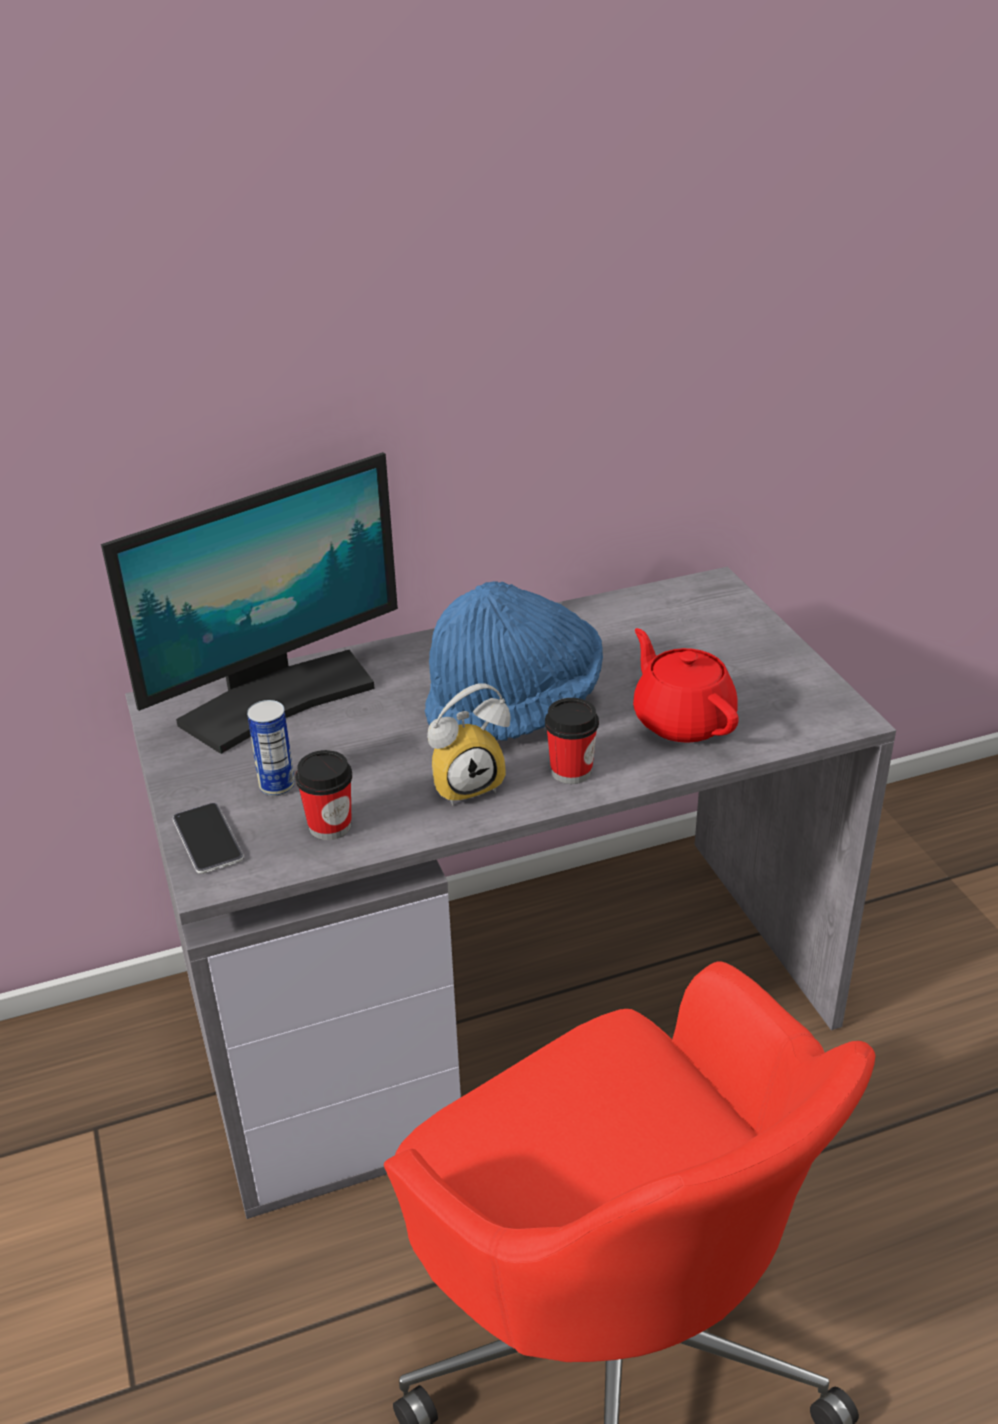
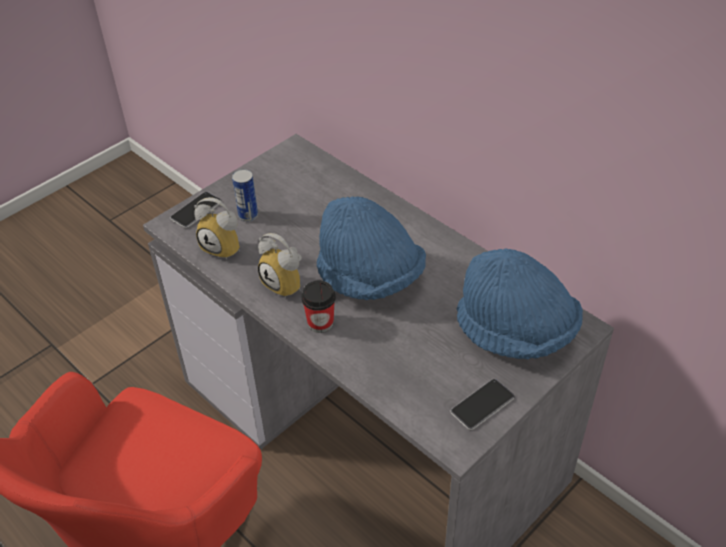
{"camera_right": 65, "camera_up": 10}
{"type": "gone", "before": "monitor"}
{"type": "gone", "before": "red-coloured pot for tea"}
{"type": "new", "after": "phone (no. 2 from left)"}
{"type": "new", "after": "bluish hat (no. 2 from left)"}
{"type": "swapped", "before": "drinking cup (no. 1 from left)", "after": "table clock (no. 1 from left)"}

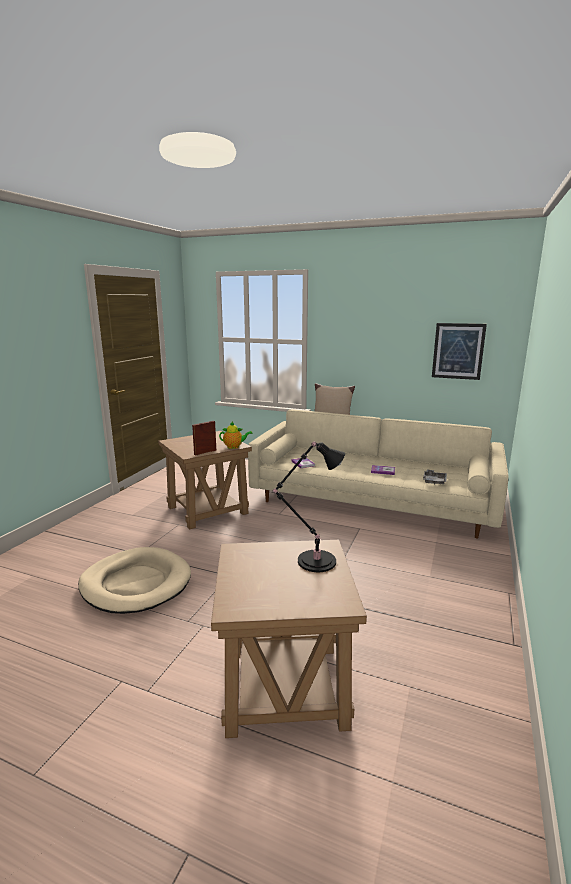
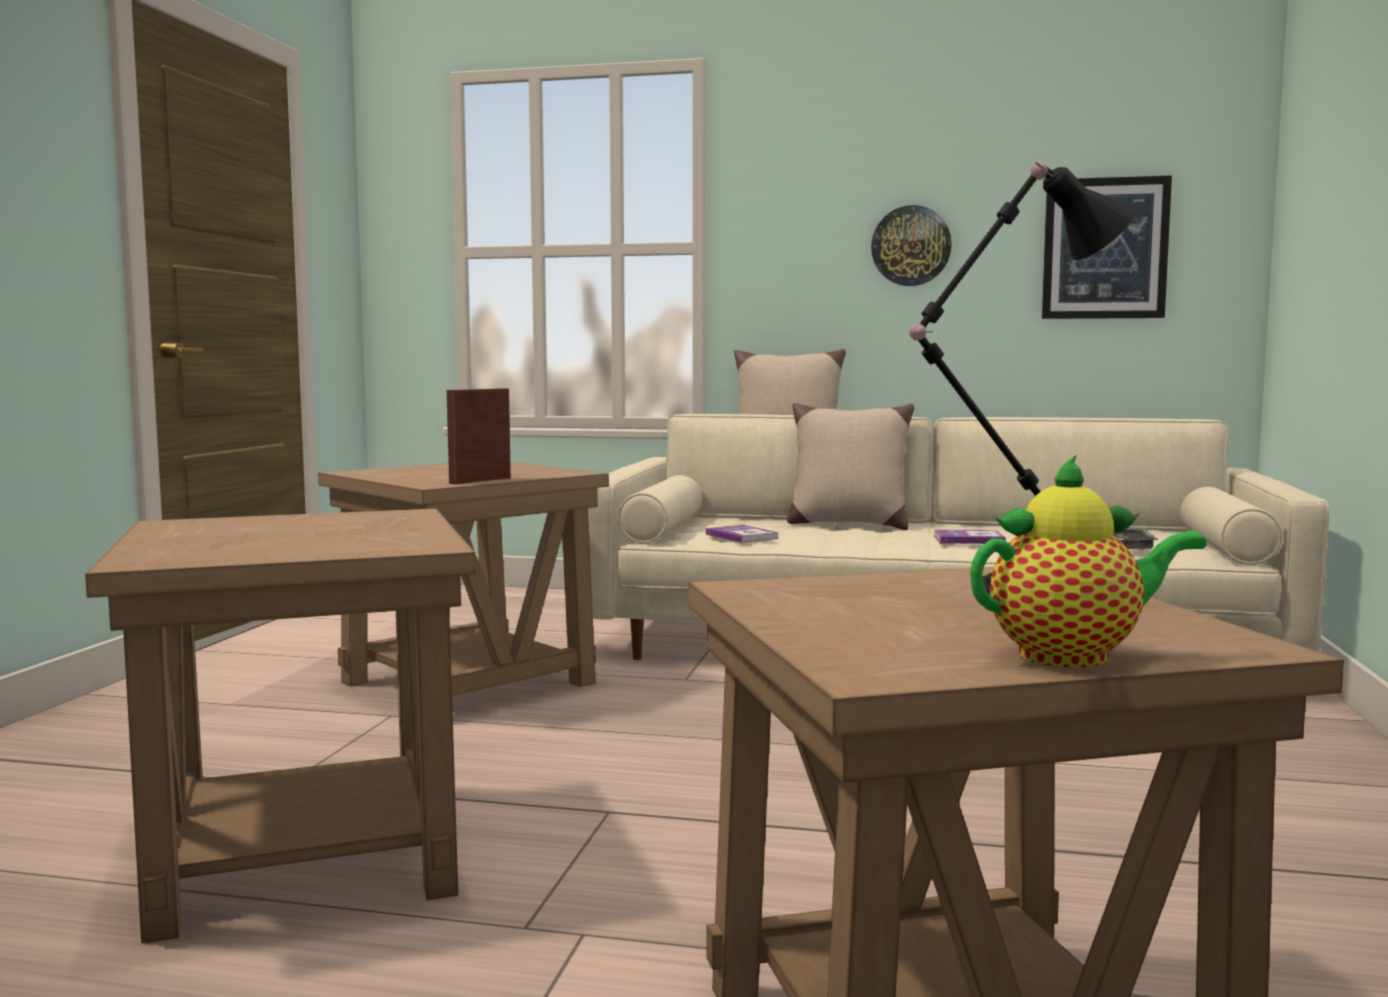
{"camera_right": -10, "camera_up": -10}
{"type": "new", "after": "beige-coloured cushion (no. 2 from left)"}
{"type": "new", "after": "clock on the wall"}
{"type": "shifted", "before": "pot for tea"}
{"type": "swapped", "before": "beige-coloured pet bed", "after": "brownish side table (no. 1 from left)"}

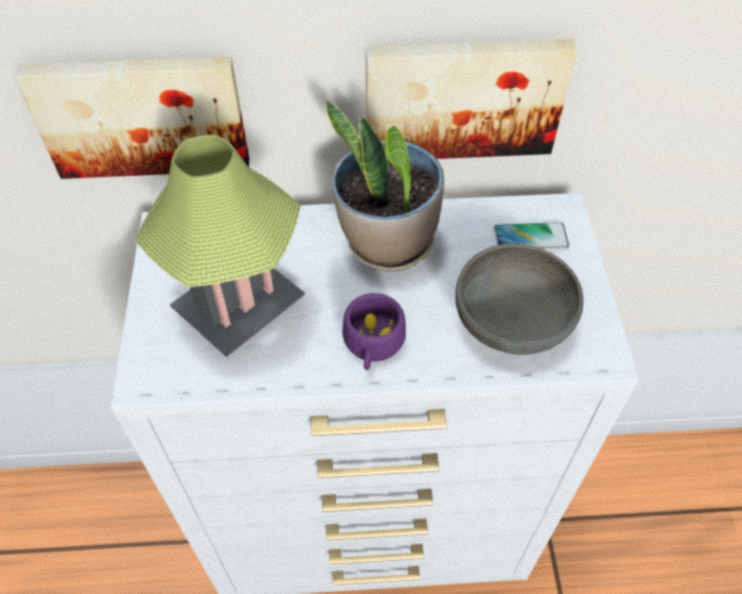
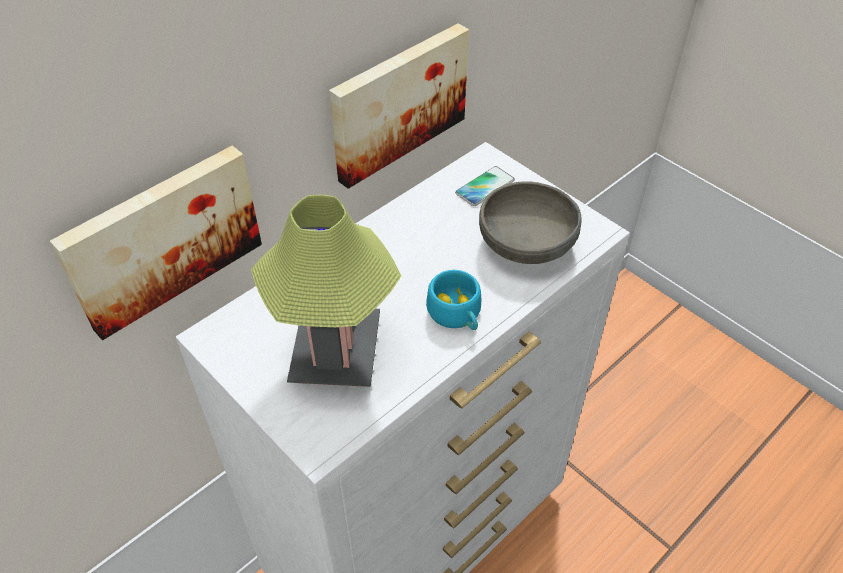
{"camera_right": -40, "camera_up": -5}
{"type": "gone", "before": "plant in a pot"}
{"type": "repainted", "before": "purplish drinking cup", "after": "turquoise drinking cup"}

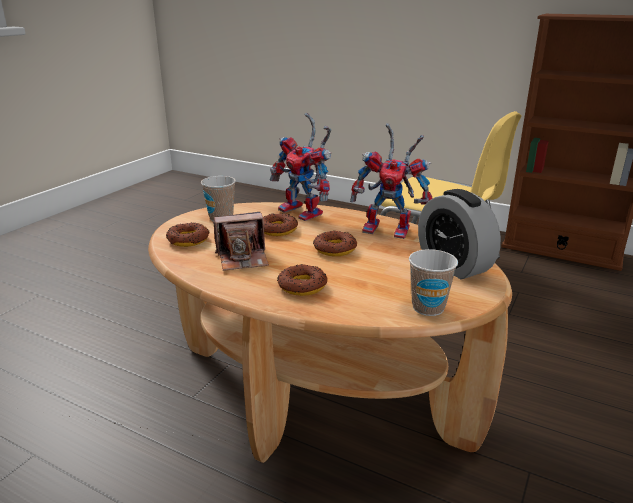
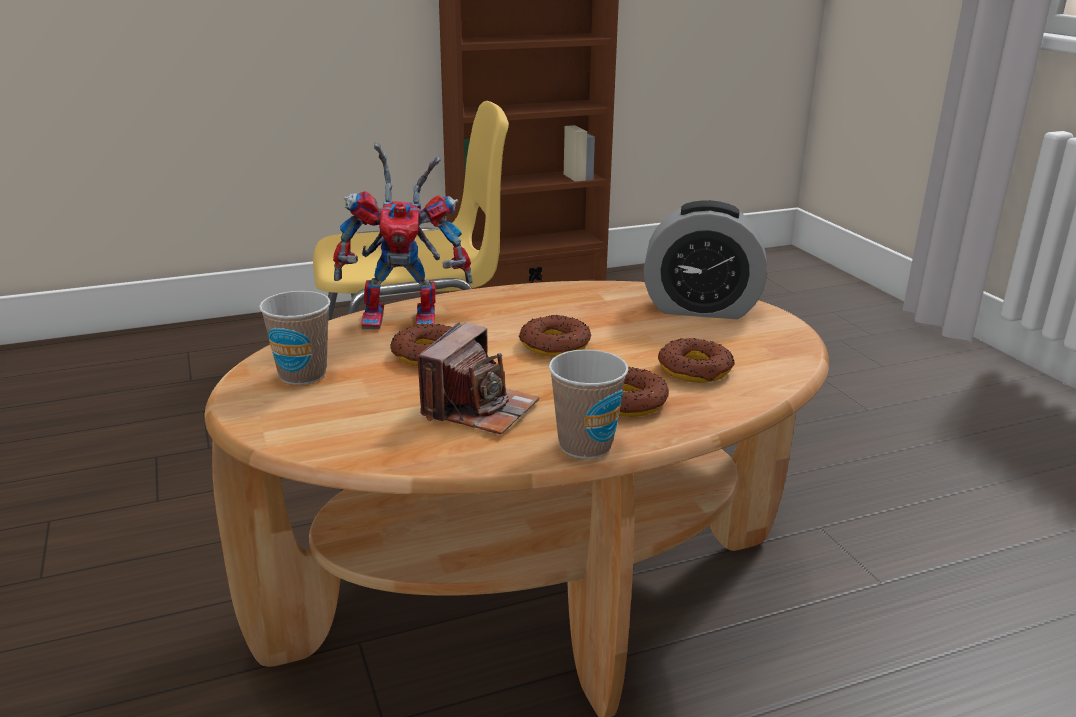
{"camera_right": -50, "camera_up": 0}
{"type": "gone", "before": "toy robot (no. 2 from left)"}
{"type": "shifted", "before": "doughnut (no. 1 from left in the first image)", "after": "doughnut (no. 4 from left)"}
{"type": "shifted", "before": "drinking cup (no. 2 from left)"}

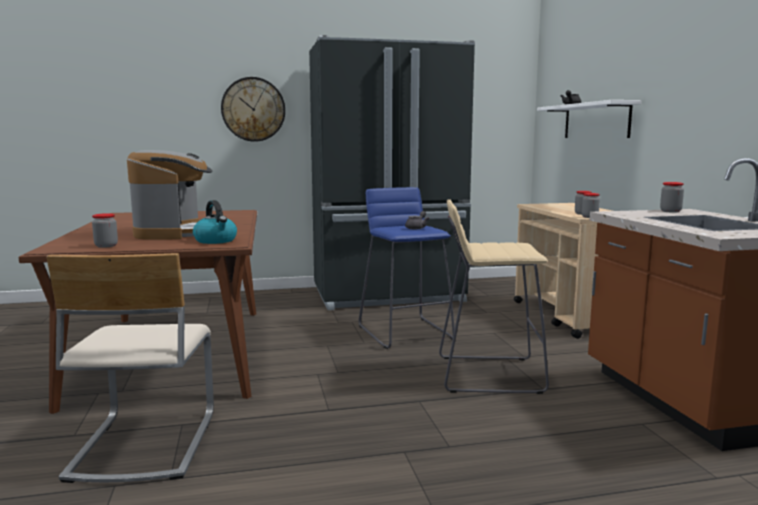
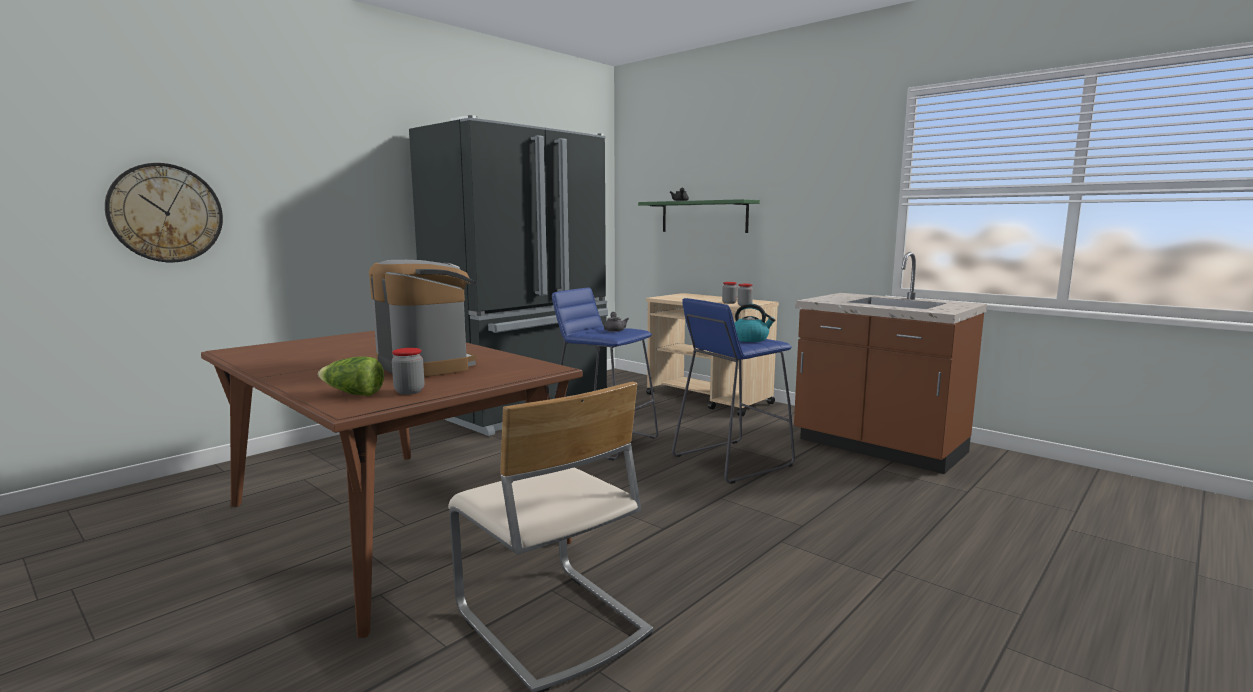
{"camera_right": -35, "camera_up": 0}
{"type": "gone", "before": "storage jar (no. 4 from left)"}
{"type": "new", "after": "lettuce"}
{"type": "shifted", "before": "kettle"}
{"type": "shifted", "before": "clock on the wall"}
{"type": "repainted", "before": "beige-coloured stool", "after": "bluish stool (no. 2 from left)"}
{"type": "repainted", "before": "white-coloured bracket shelf", "after": "greenish bracket shelf"}

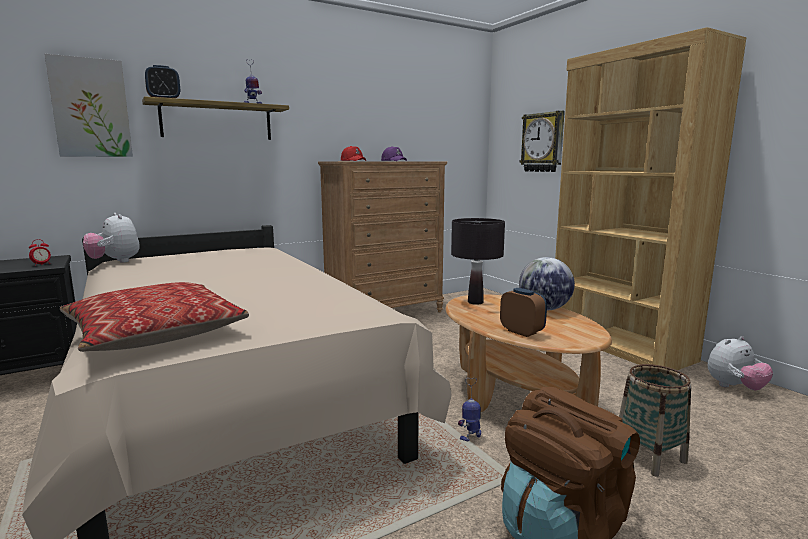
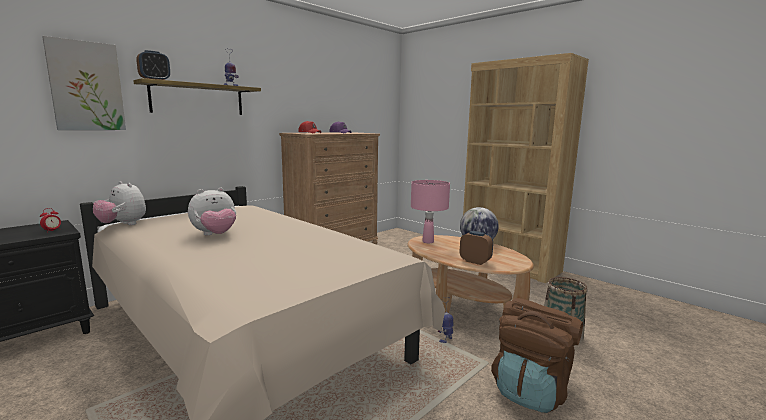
{"camera_right": -15, "camera_up": 0}
{"type": "gone", "before": "cushion"}
{"type": "gone", "before": "clock on the wall"}
{"type": "shifted", "before": "plush toy (no. 2 from left)"}
{"type": "repainted", "before": "blackish table lamp", "after": "pinkish table lamp"}

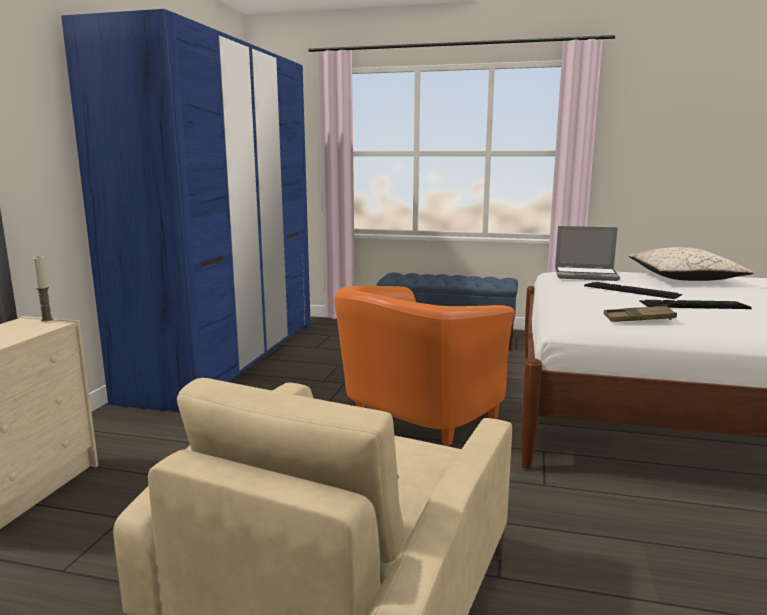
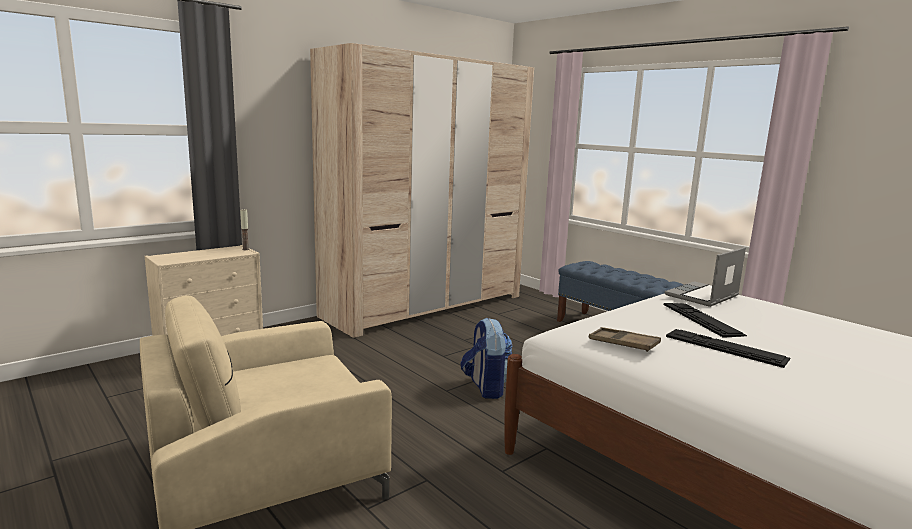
{"camera_right": 35, "camera_up": 0}
{"type": "gone", "before": "beige-coloured cushion"}
{"type": "swapped", "before": "orange easy chair", "after": "backpack"}
{"type": "repainted", "before": "bluish armoire", "after": "beige-coloured armoire"}
{"type": "rotated", "before": "laptop", "turn": 90}

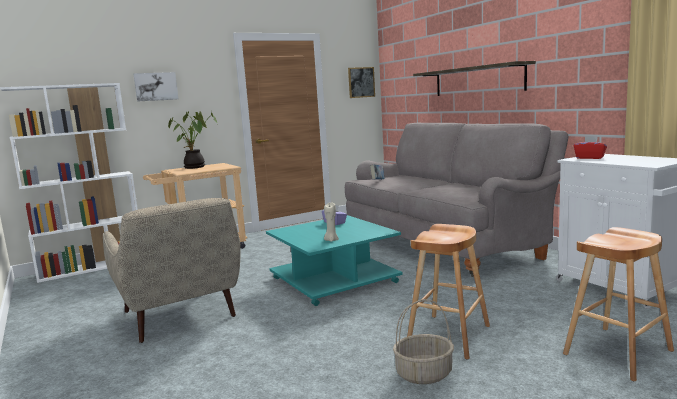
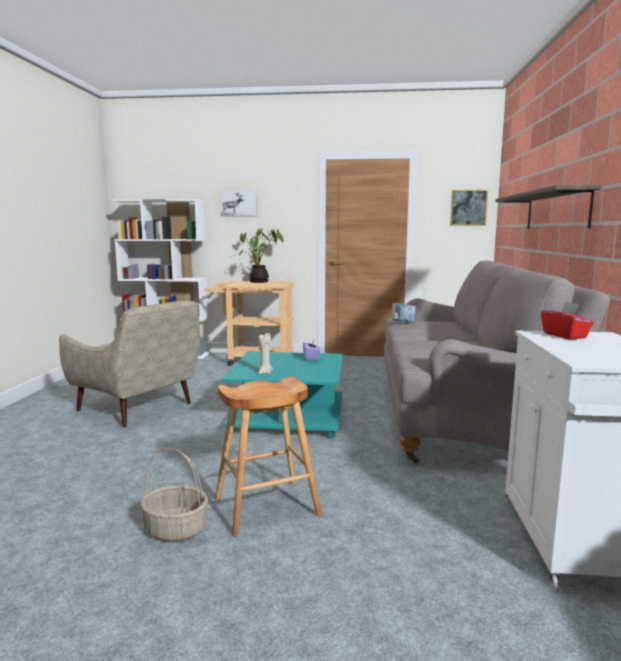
{"camera_right": 35, "camera_up": 0}
{"type": "gone", "before": "brownish stool (no. 2 from left)"}
{"type": "rotated", "before": "beige-coloured easy chair", "turn": -60}

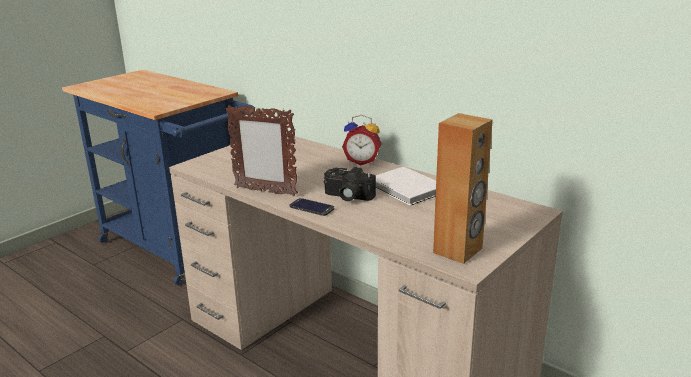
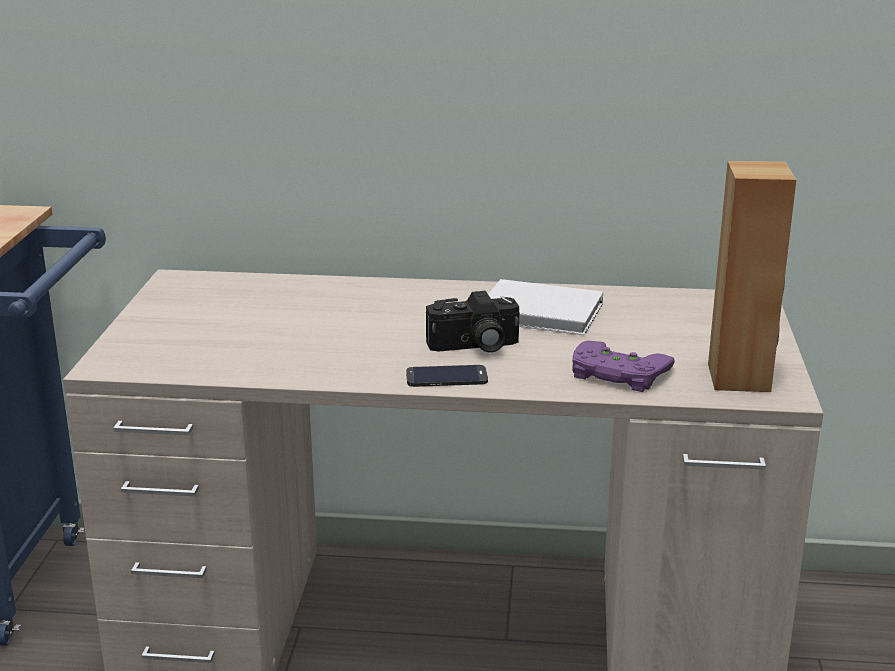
{"camera_right": -35, "camera_up": 0}
{"type": "gone", "before": "standing frame"}
{"type": "gone", "before": "table clock"}
{"type": "new", "after": "purplish game controller"}

